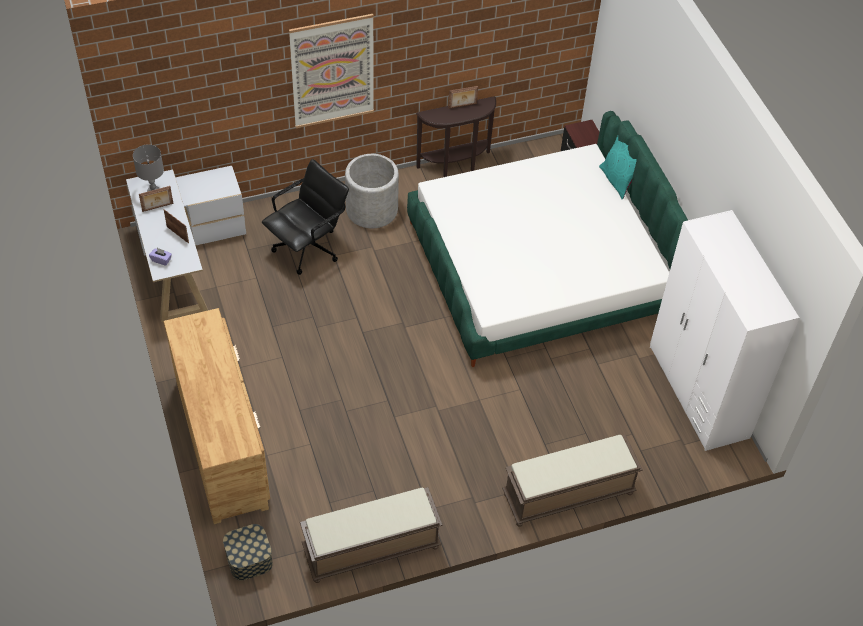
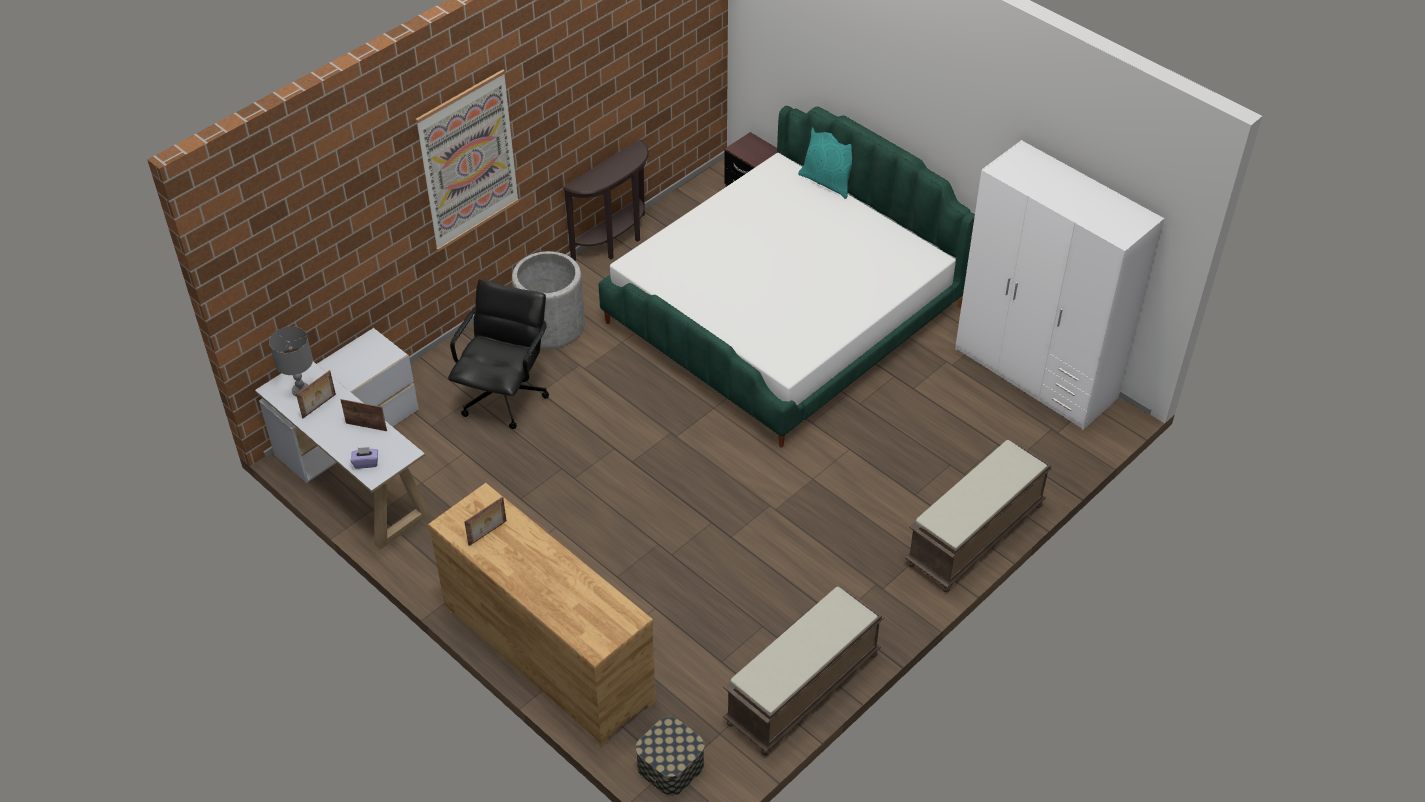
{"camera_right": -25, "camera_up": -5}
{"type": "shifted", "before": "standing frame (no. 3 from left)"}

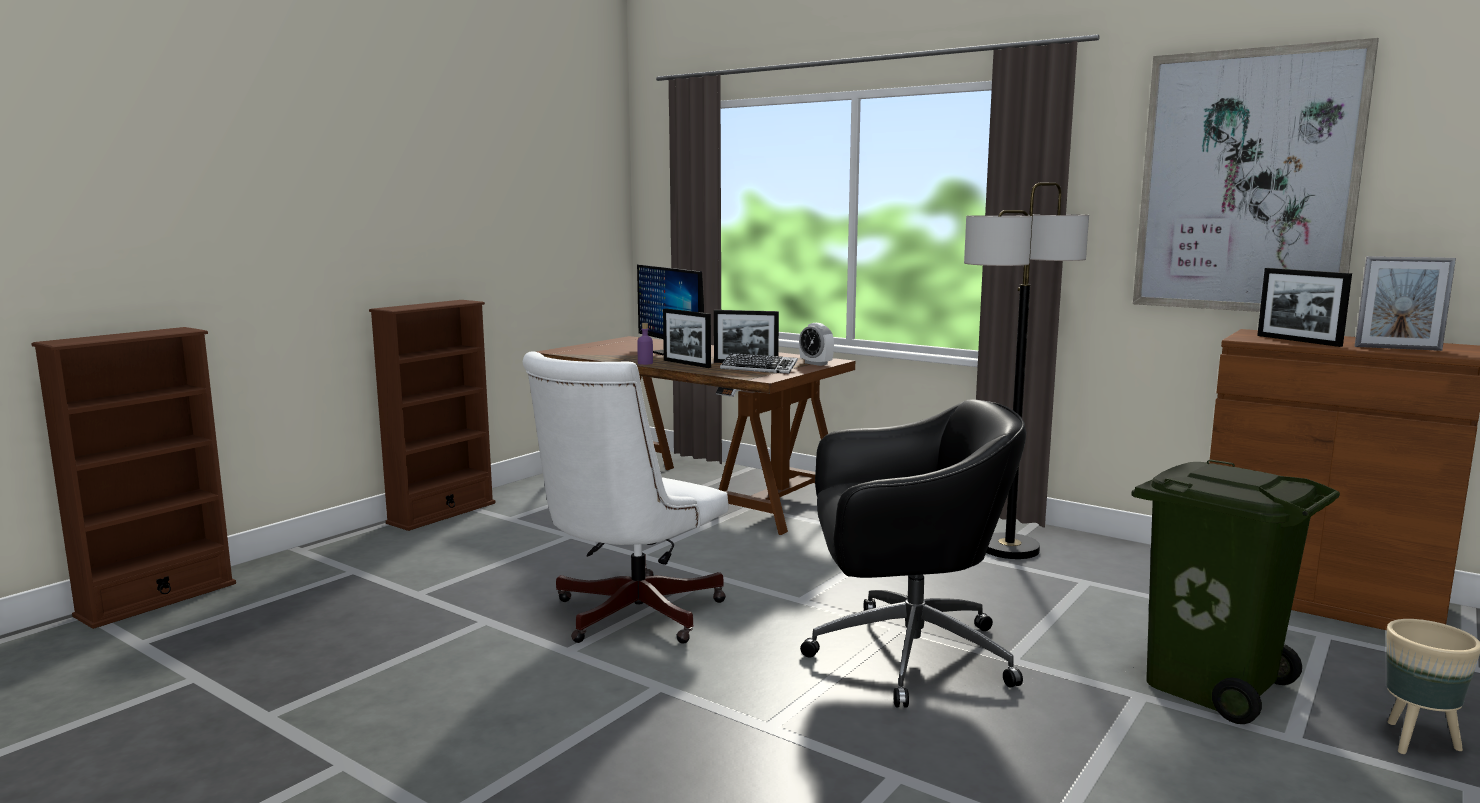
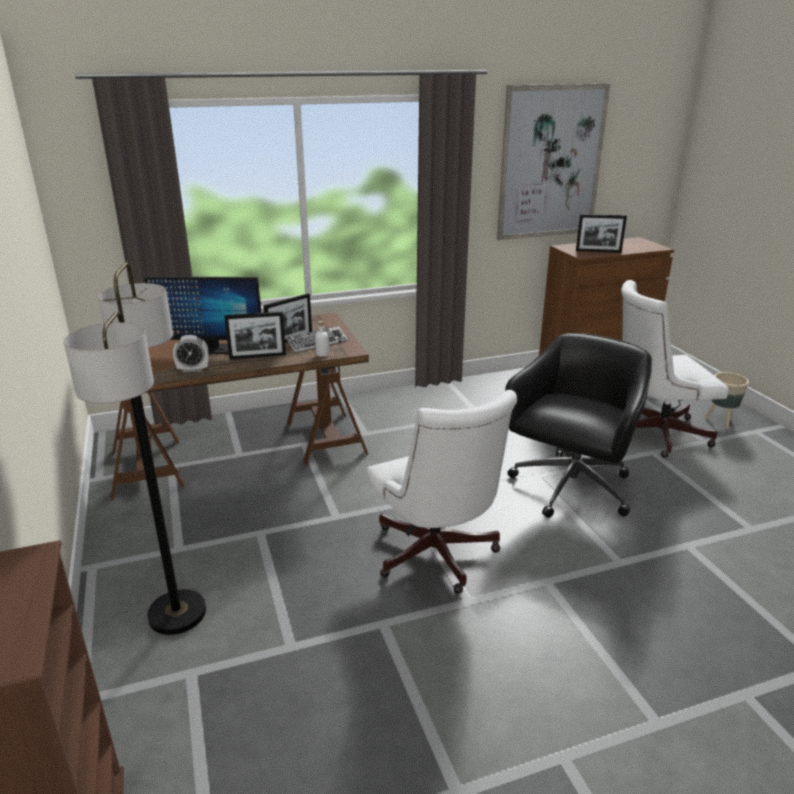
{"camera_right": -55, "camera_up": 15}
{"type": "gone", "before": "brownish bookcase (no. 2 from left)"}
{"type": "gone", "before": "purplish beverage bottle"}
{"type": "gone", "before": "standing frame (no. 4 from left)"}
{"type": "new", "after": "white-coloured beverage bottle"}
{"type": "shifted", "before": "table clock"}
{"type": "shifted", "before": "floor lamp"}
{"type": "swapped", "before": "greenish waste bin", "after": "white-coloured office chair (no. 2 from left)"}

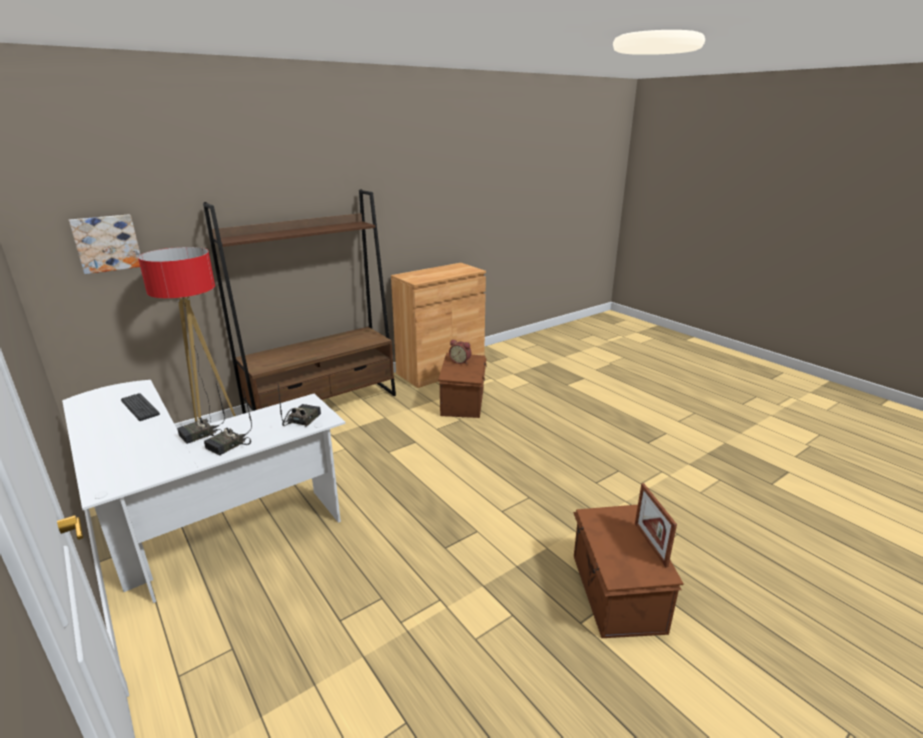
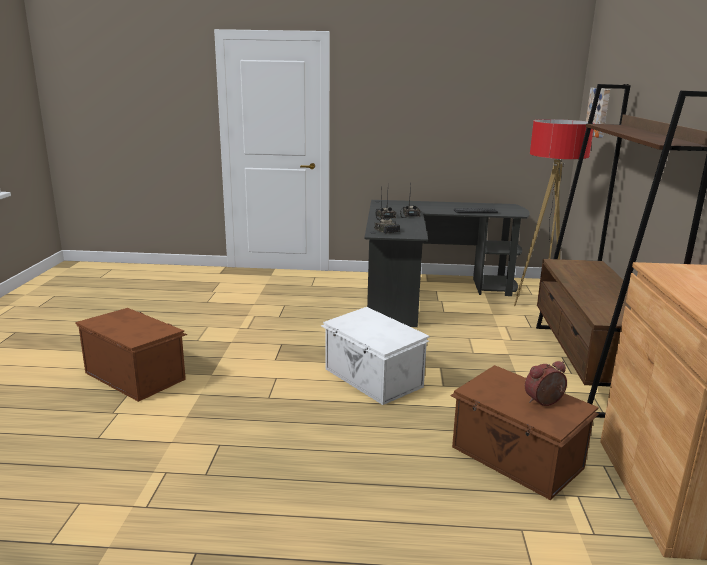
{"camera_right": 130, "camera_up": -5}
{"type": "gone", "before": "standing frame"}
{"type": "new", "after": "white-coloured storage container"}
{"type": "repainted", "before": "white-coloured desk", "after": "blackish desk"}

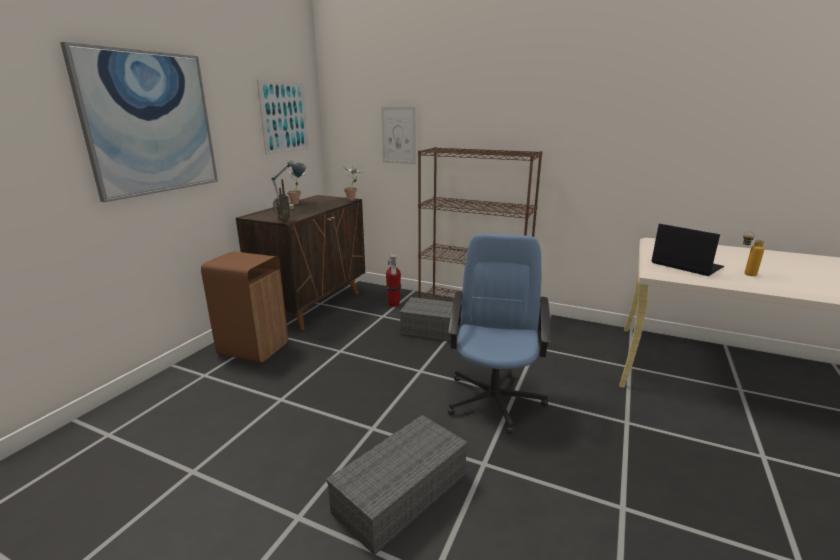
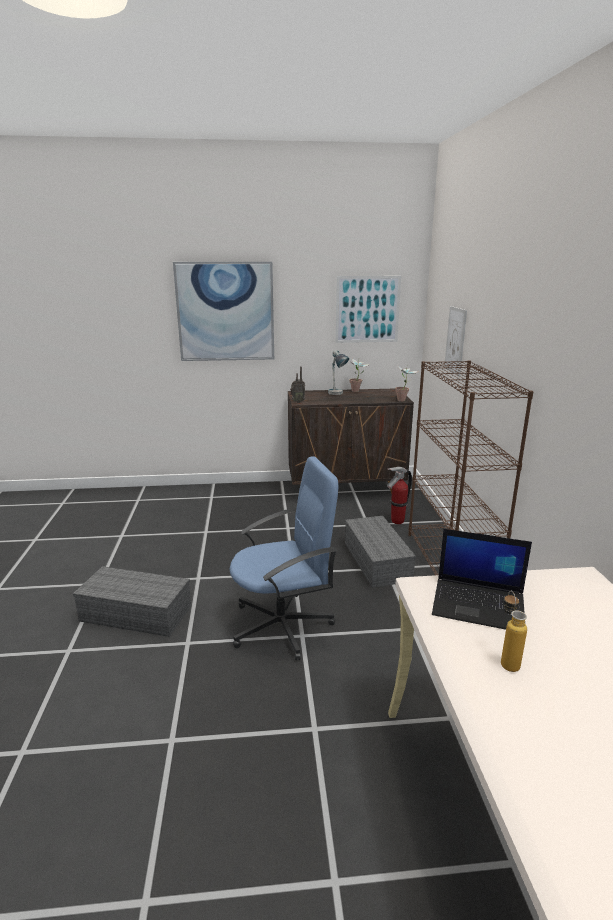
{"camera_right": 60, "camera_up": 0}
{"type": "gone", "before": "brownish waste bin"}
{"type": "rotated", "before": "laptop", "turn": 90}

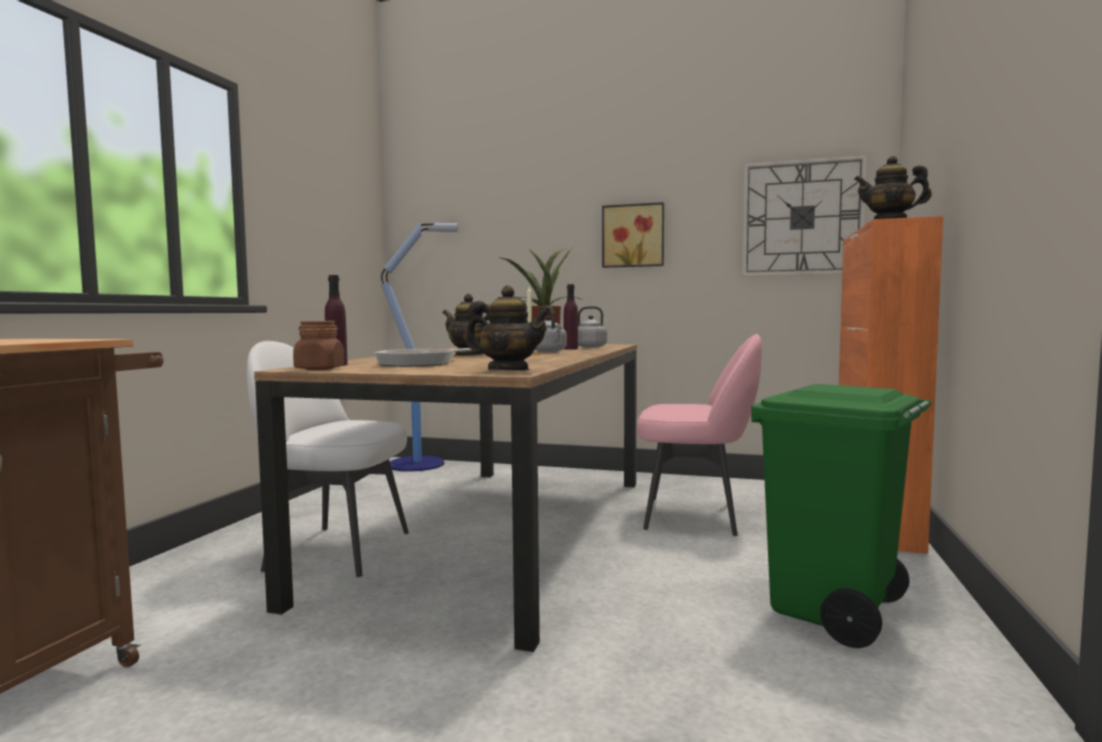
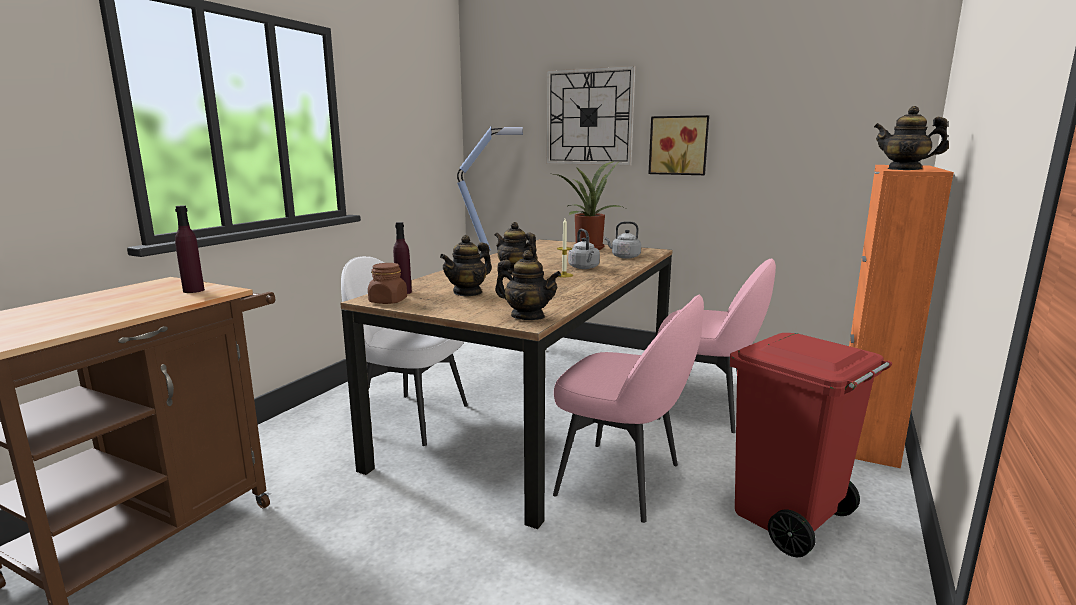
{"camera_right": 10, "camera_up": 10}
{"type": "new", "after": "pinkish chair (no. 1 from left)"}
{"type": "shifted", "before": "purplish beverage bottle (no. 2 from left in the first image)", "after": "purplish beverage bottle (no. 1 from left)"}
{"type": "shifted", "before": "clock on the wall"}
{"type": "swapped", "before": "pan", "after": "pot for tea (no. 1 from left)"}
{"type": "repainted", "before": "greenish waste bin", "after": "red-coloured waste bin"}

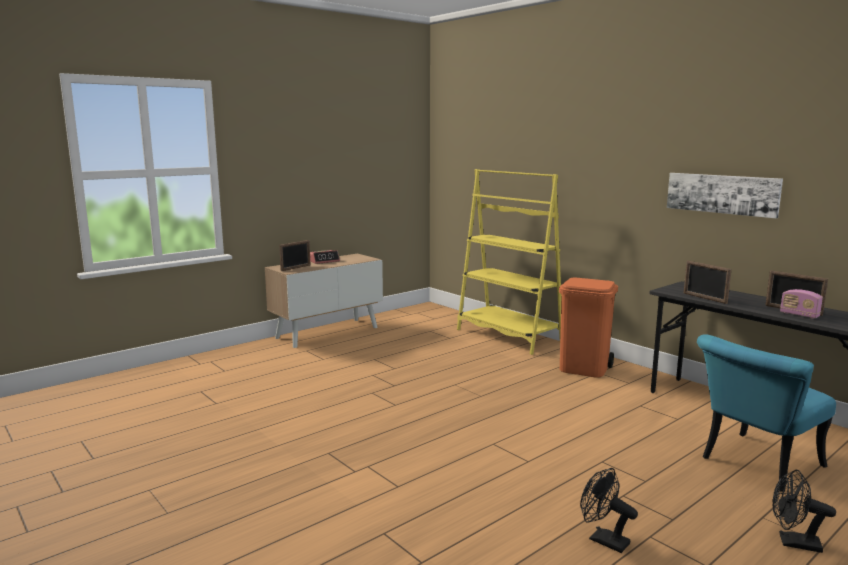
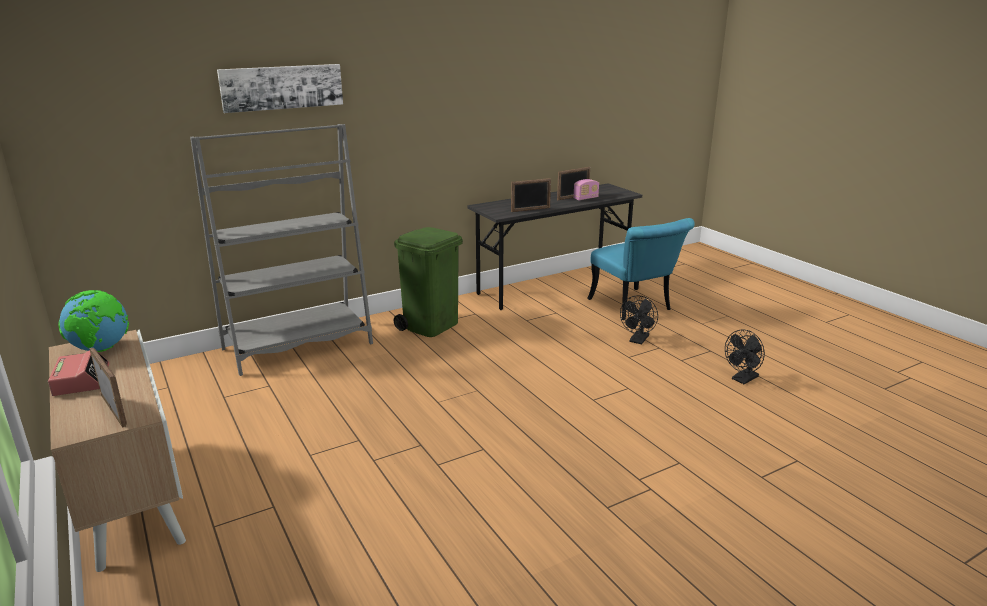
{"camera_right": -80, "camera_up": 10}
{"type": "new", "after": "world globe"}
{"type": "shifted", "before": "wall art"}
{"type": "shifted", "before": "blackish fan (no. 2 from left in the first image)", "after": "blackish fan (no. 1 from left)"}
{"type": "repainted", "before": "yellowish bookcase", "after": "grey bookcase"}
{"type": "repainted", "before": "orange waste bin", "after": "greenish waste bin"}

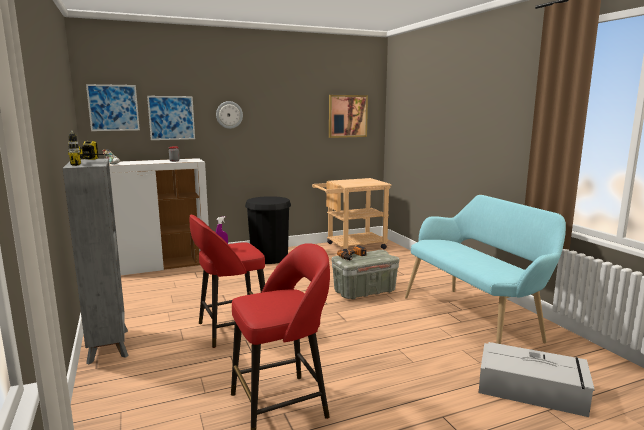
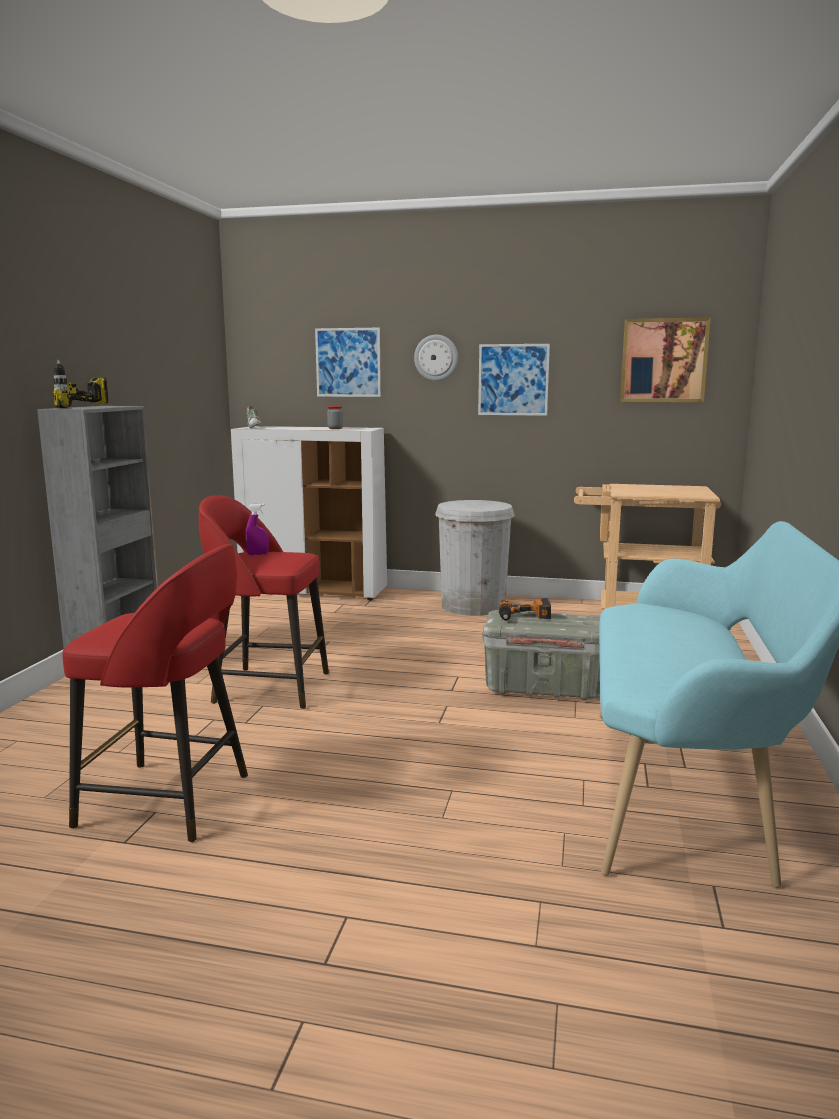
{"camera_right": 35, "camera_up": 0}
{"type": "gone", "before": "grey storage container (no. 2 from left)"}
{"type": "shifted", "before": "wall art (no. 1 from left in the first image)", "after": "wall art (no. 2 from left)"}
{"type": "repainted", "before": "blackish waste bin", "after": "white-coloured waste bin"}

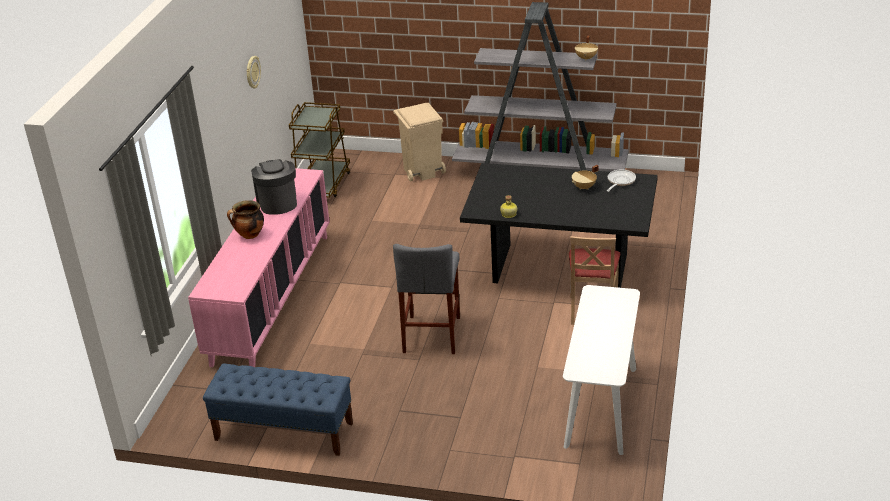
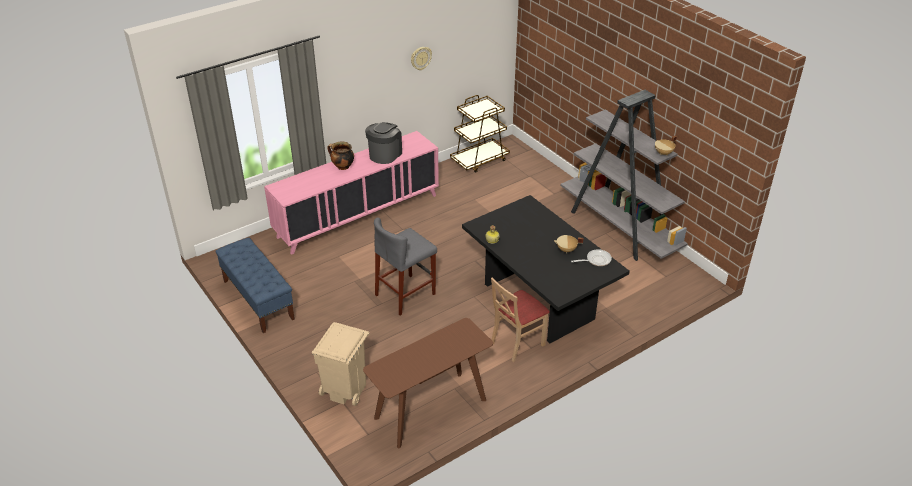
{"camera_right": 40, "camera_up": 5}
{"type": "shifted", "before": "beige-coloured waste bin"}
{"type": "repainted", "before": "white-coloured hall table", "after": "brownish hall table"}

